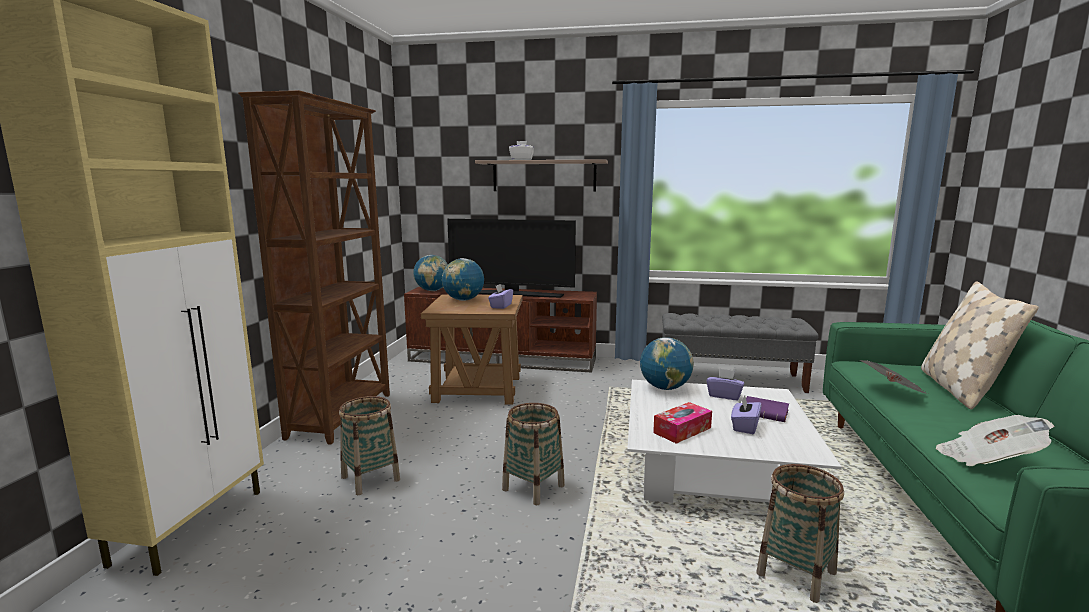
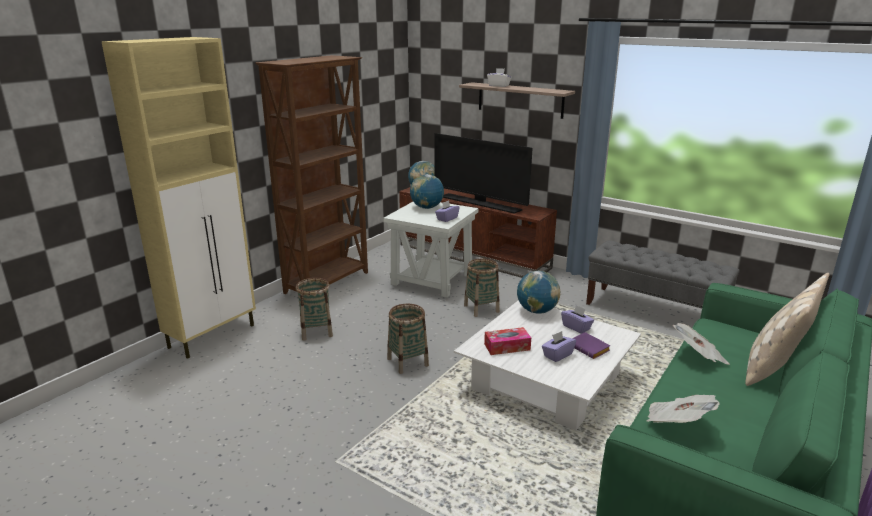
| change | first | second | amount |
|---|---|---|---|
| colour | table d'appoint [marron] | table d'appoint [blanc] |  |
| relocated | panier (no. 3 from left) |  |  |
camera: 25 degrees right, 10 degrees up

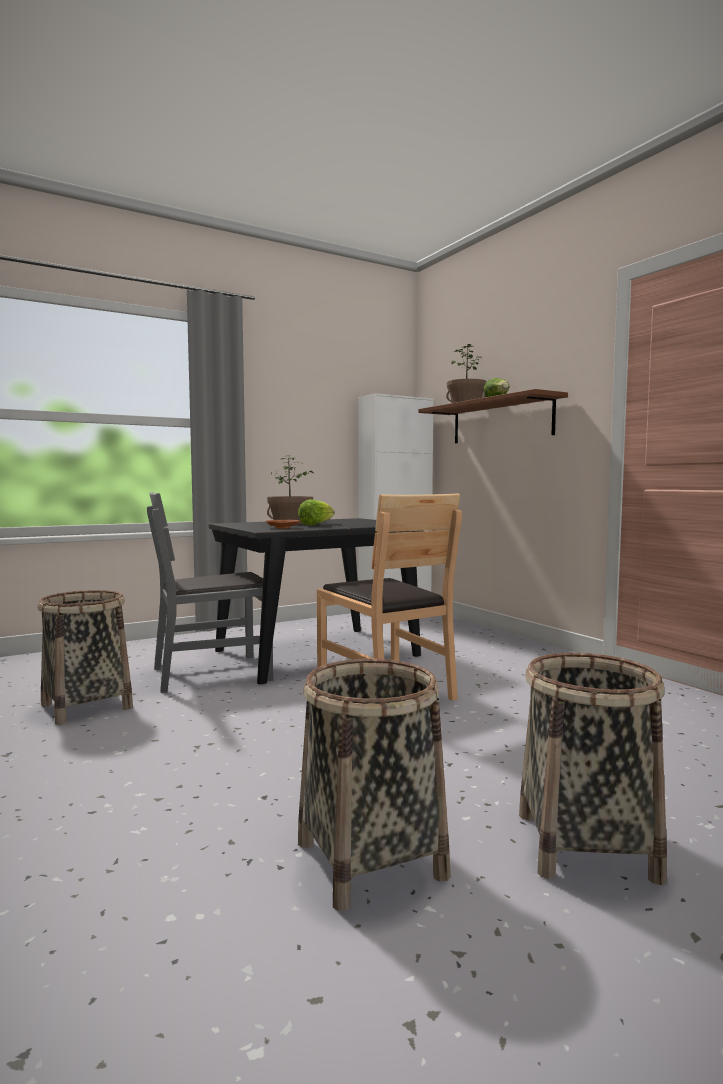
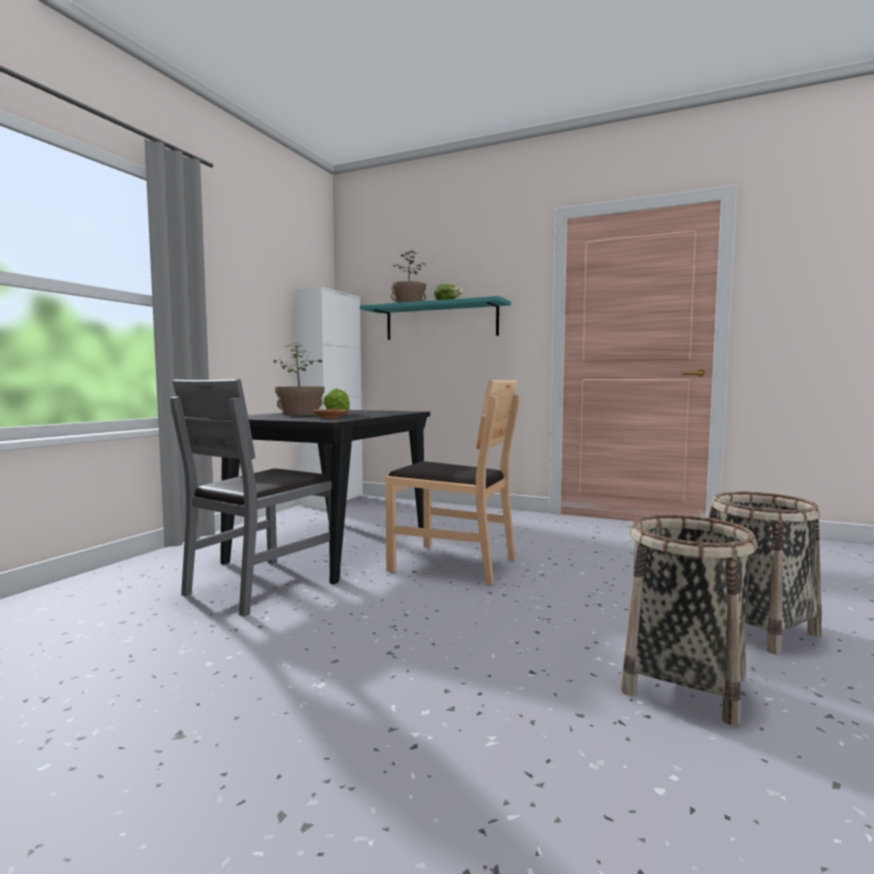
| change | first | second | amount |
|---|---|---|---|
| colour | étagère [marron] | étagère [turquoise] |  |
| missing | panier (no. 1 from left) |  |  |
camera: 35 degrees left, 0 degrees up

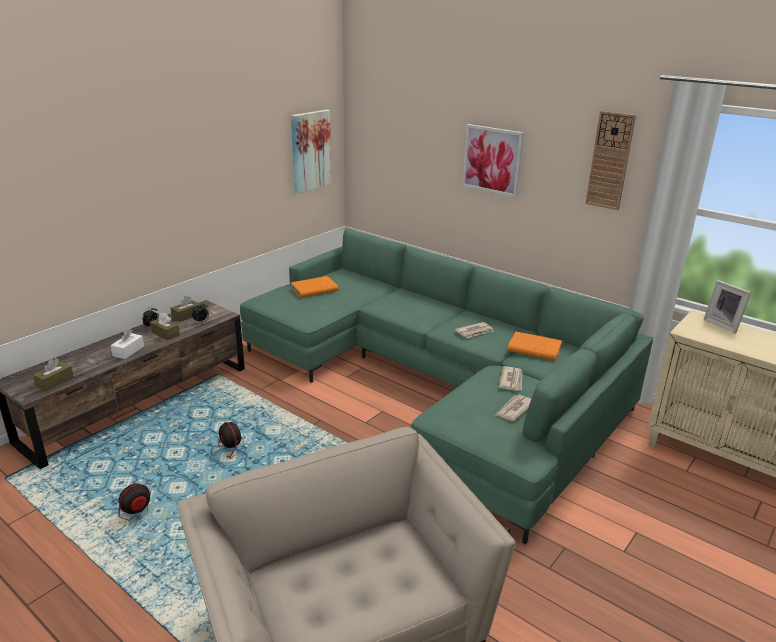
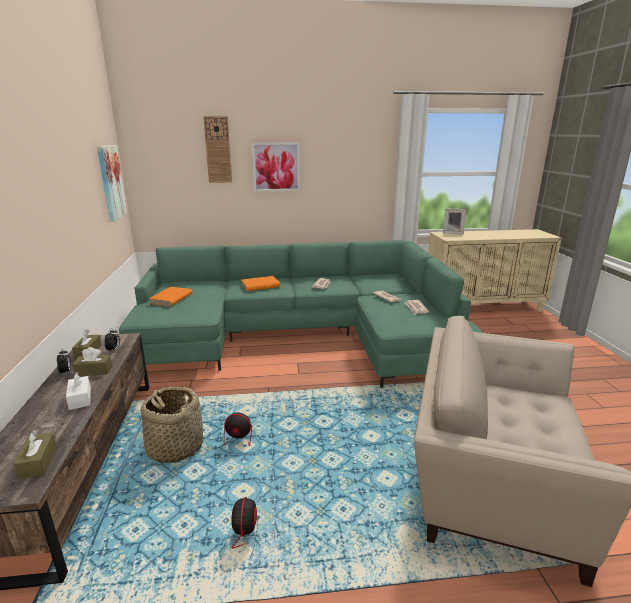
| change | first | second | amount |
|---|---|---|---|
| relocated | horloge murale |  |  |
| relocated | livre [orange] (no. 2 from left) |  |  |
| appeared |  | panier |  |
camera: 45 degrees left, 5 degrees down

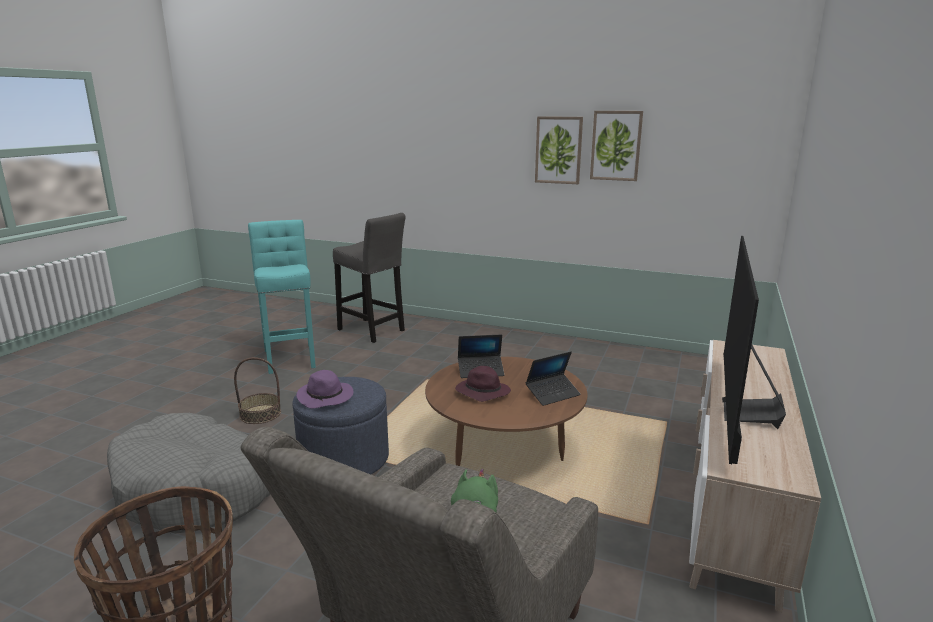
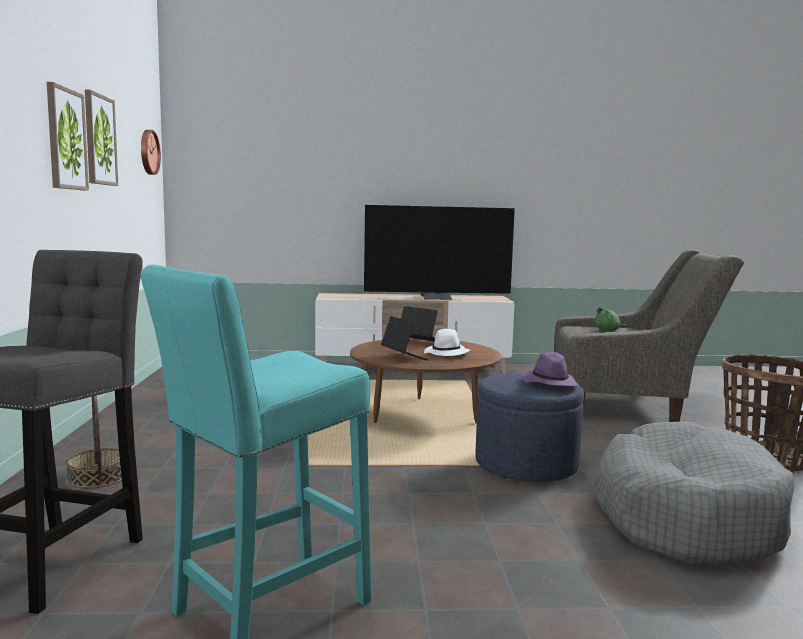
| change | first | second | amount |
|---|---|---|---|
| relocated | panier (no. 2 from left in the first image) | panier (no. 1 from left) |  |
| colour | chapeau [violet] (no. 2 from left) | chapeau [blanc] |  |
| appeared |  | horloge murale |  |
camera: 115 degrees left, 10 degrees down

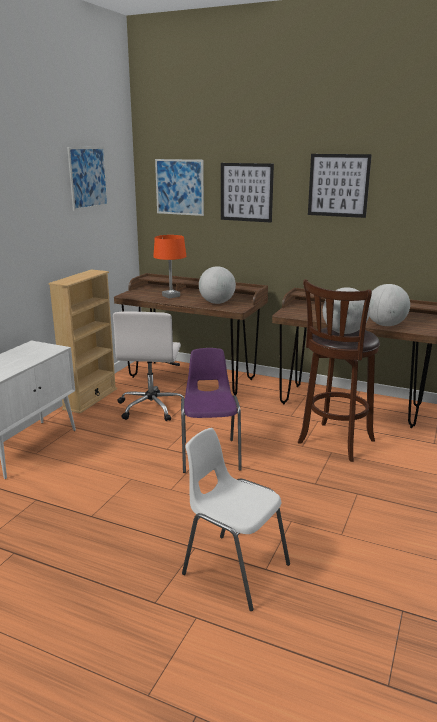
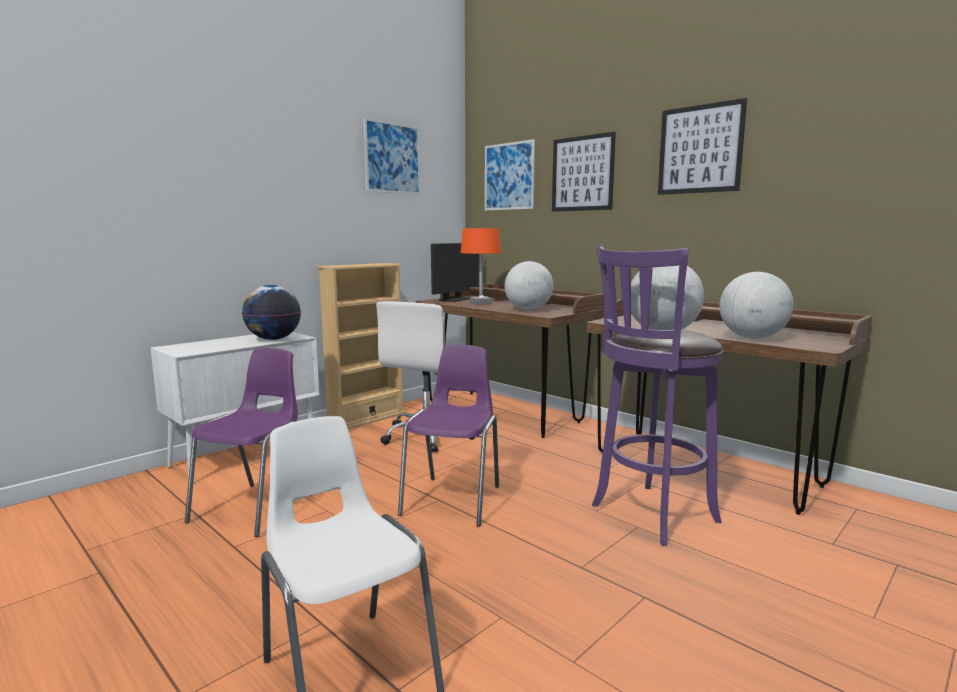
| change | first | second | amount |
|---|---|---|---|
| colour | tabouret [marron] | tabouret [violet] |  |
| appeared |  | écran d'ordinateur |  |
| appeared |  | globe (no. 1 from left) |  |
| appeared |  | chaise [violet] (no. 1 from left) |  |
camera: 20 degrees right, 10 degrees down

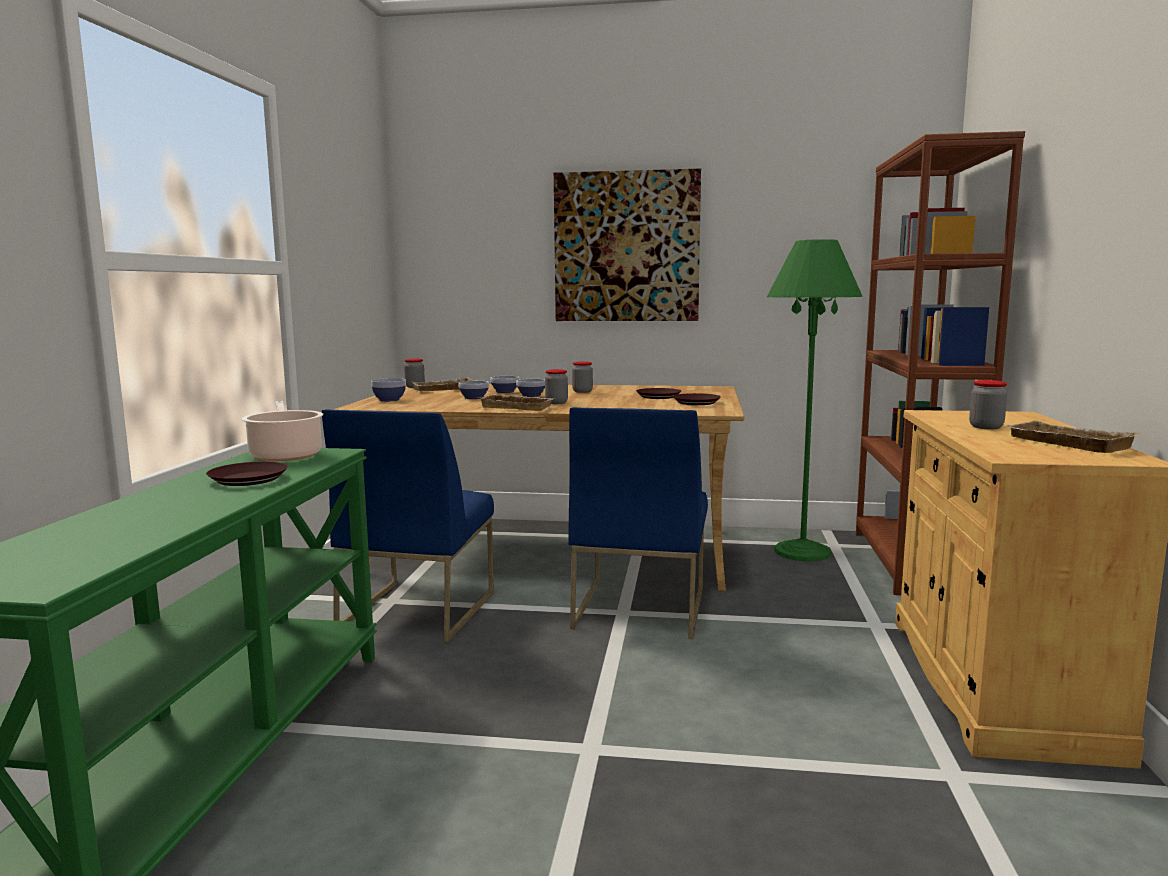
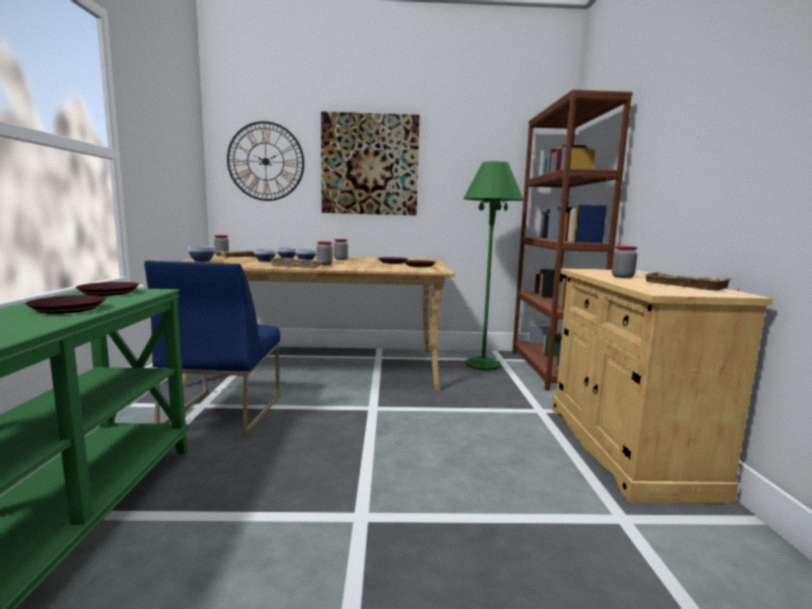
| change | first | second | amount |
|---|---|---|---|
| exchanged | marmite | assiette [marron] (no. 2 from left) |  |
| missing | chaise [bleu] (no. 2 from left) |  |  |
| appeared |  | horloge murale |  |
camera: 10 degrees left, 0 degrees up

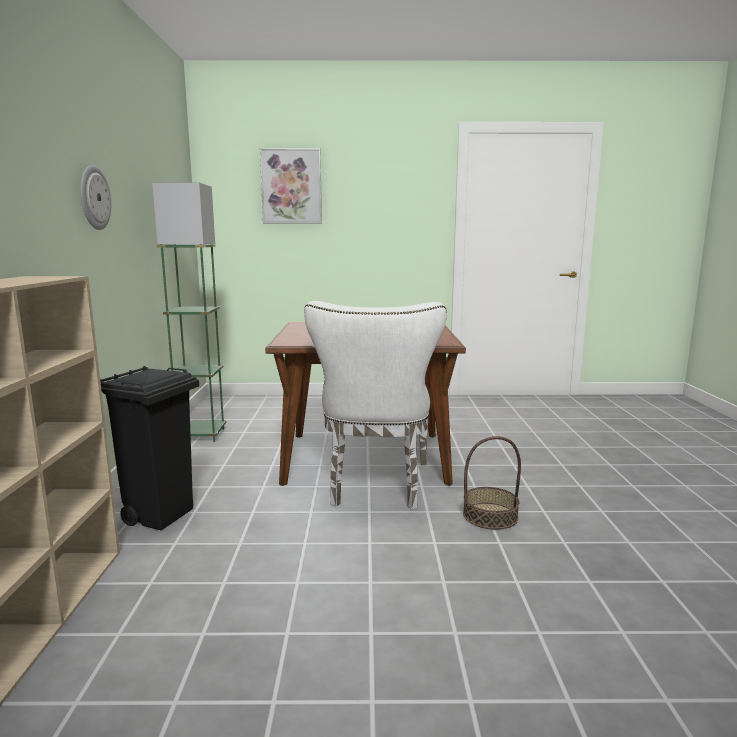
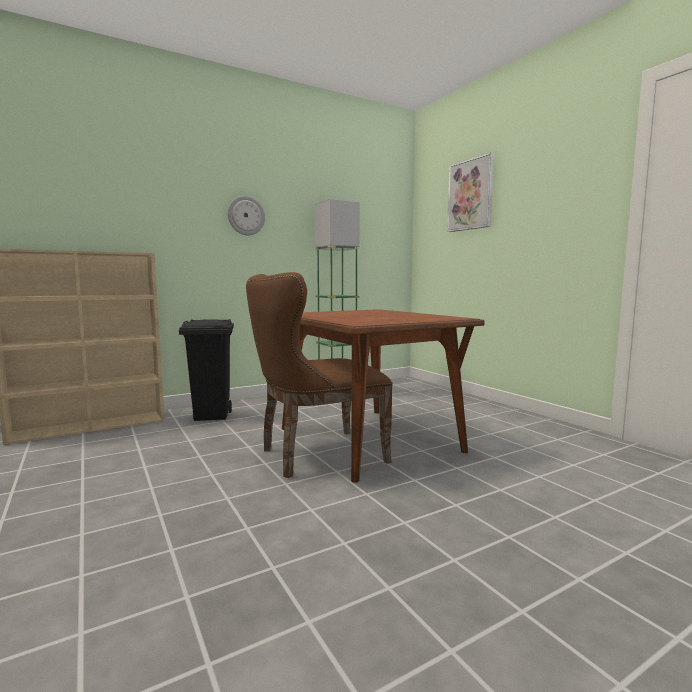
| change | first | second | amount |
|---|---|---|---|
| colour | chaise [blanc] | chaise [marron] |  |
| missing | panier |  |  |
camera: 60 degrees right, 5 degrees down

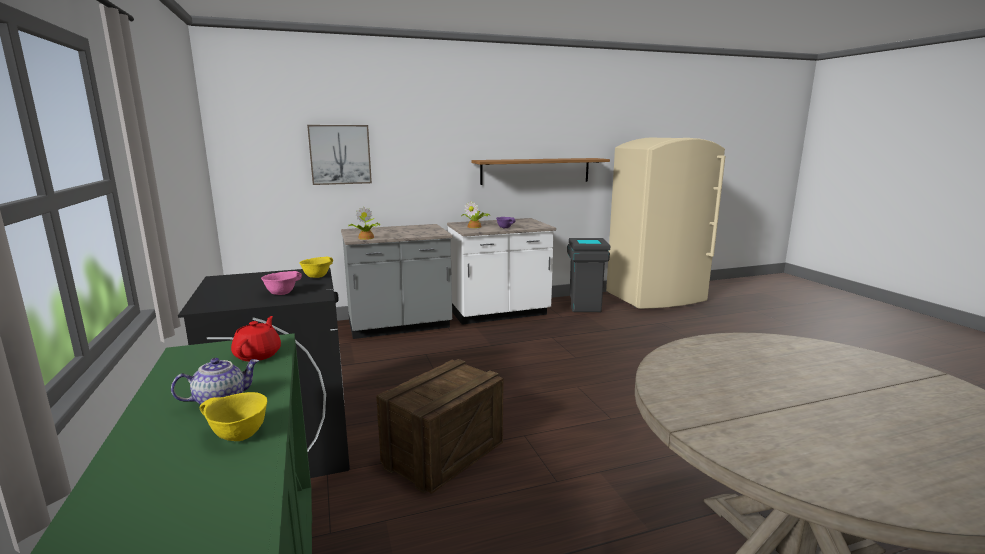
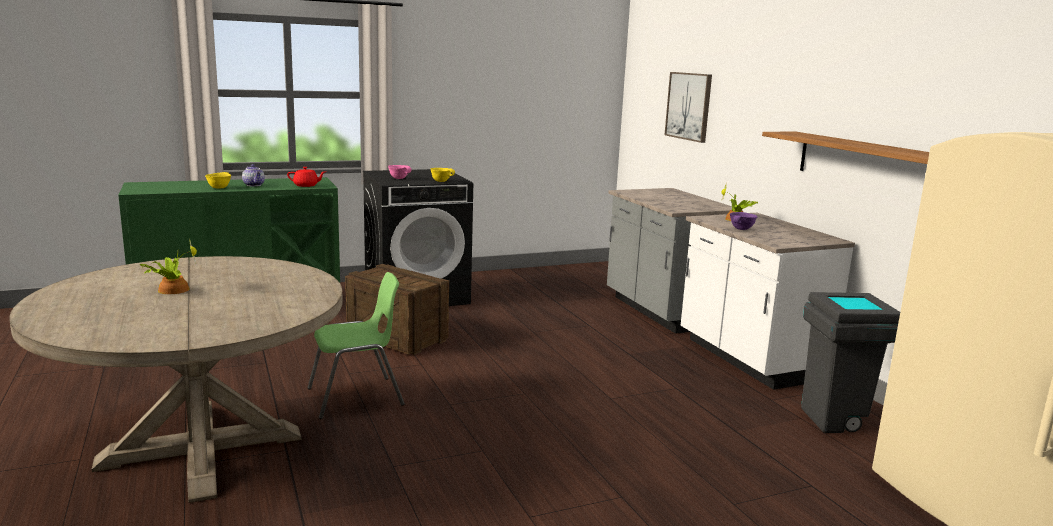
| change | first | second | amount |
|---|---|---|---|
| relocated | plante en pot (no. 1 from left) |  |  |
| appeared |  | chaise [vert] |  |
camera: 85 degrees right, 0 degrees up

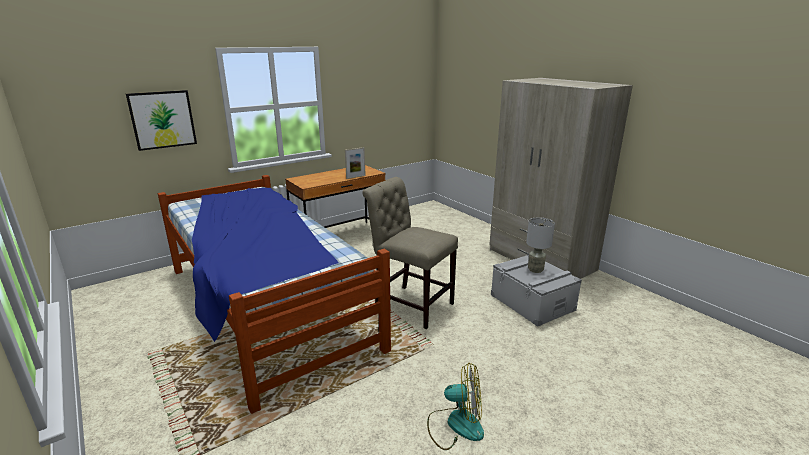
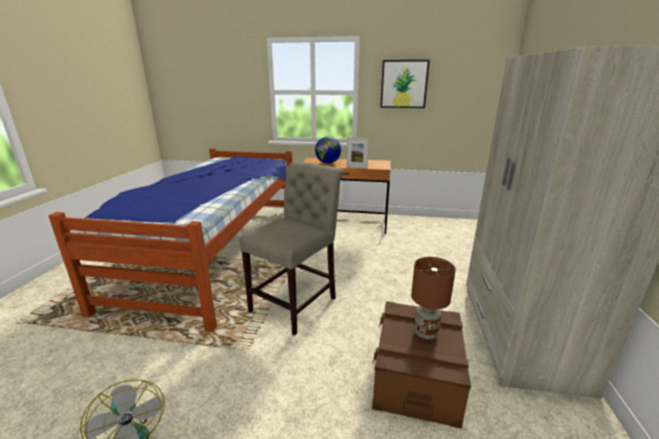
| change | first | second | amount |
|---|---|---|---|
| relocated | tableau |  |  |
| spun | chaise [beige] |  | 45 degrees clockwise |
| colour | lampe de table [gris] | lampe de table [marron] |  |
| colour | boîte de rangement [gris] | boîte de rangement [marron] |  |
| appeared |  | globe |  |
camera: 45 degrees right, 0 degrees up

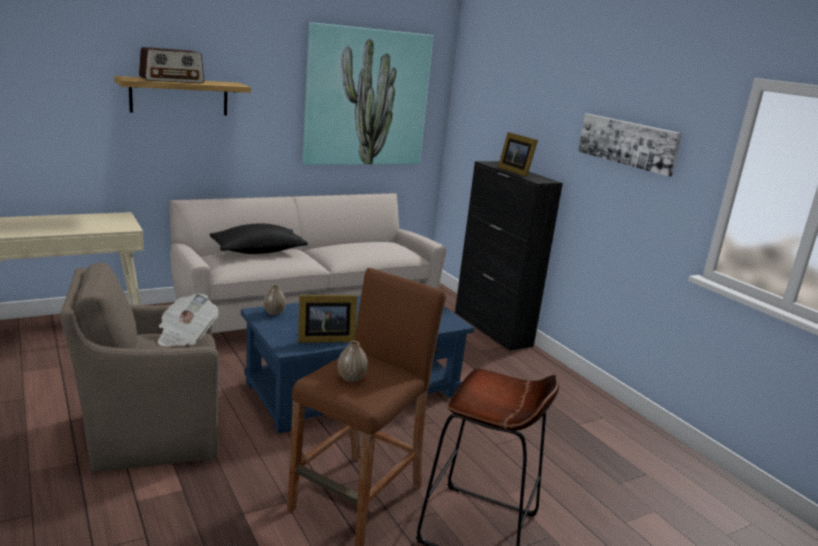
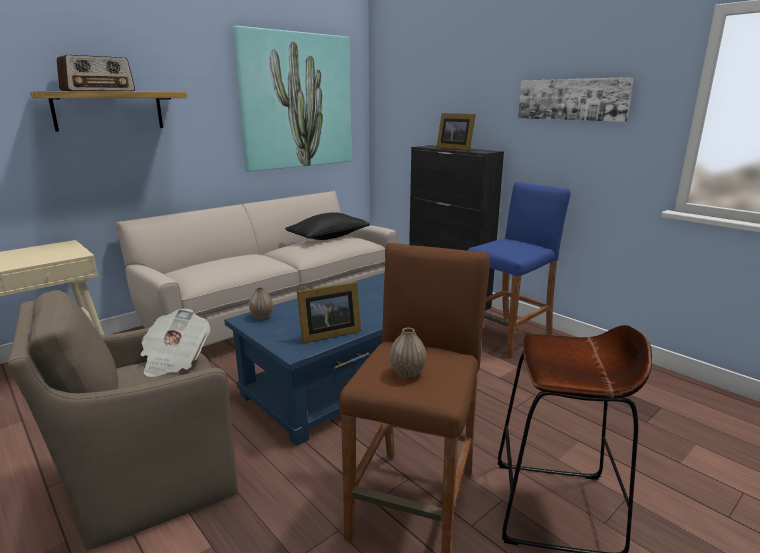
| change | first | second | amount |
|---|---|---|---|
| relocated | coussin [noir] |  |  |
| appeared |  | tabouret [bleu] |  |
camera: 10 degrees left, 0 degrees up

